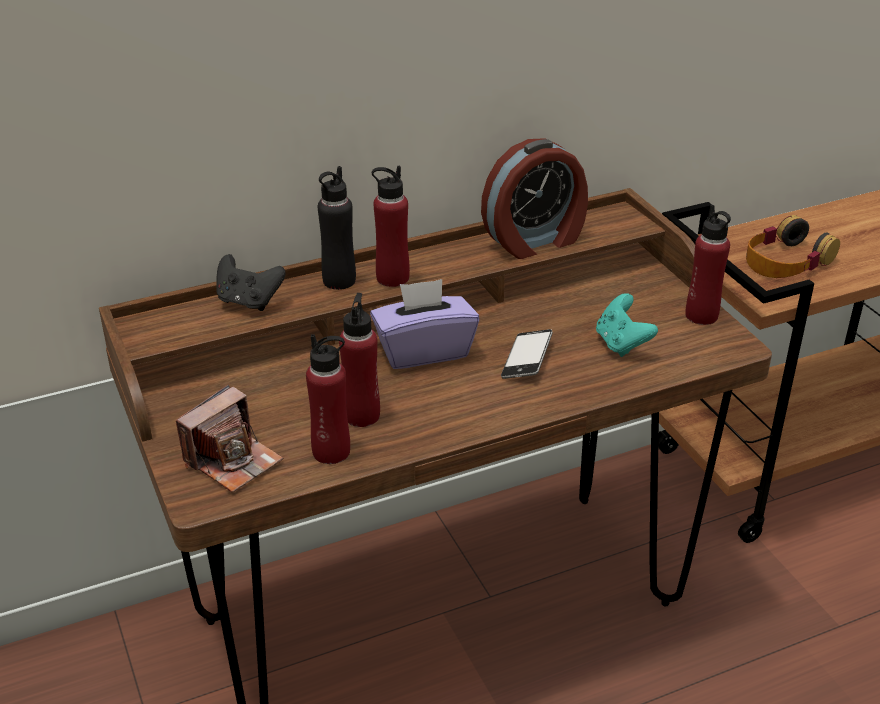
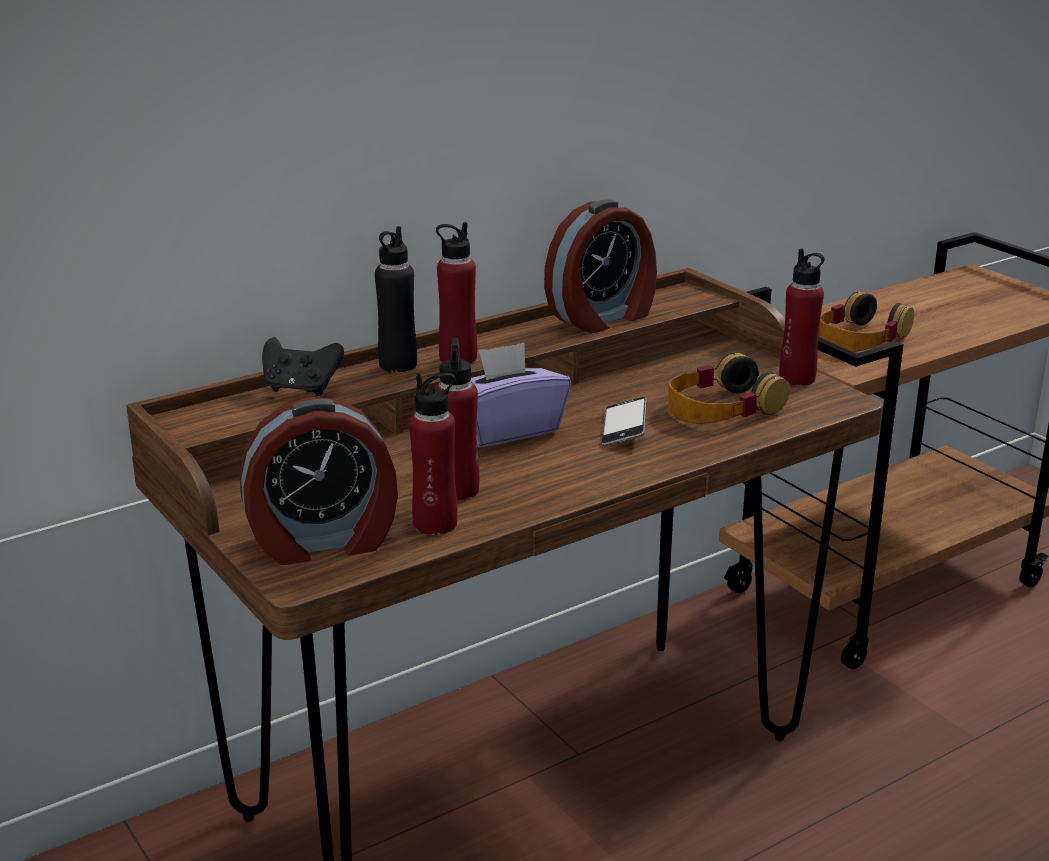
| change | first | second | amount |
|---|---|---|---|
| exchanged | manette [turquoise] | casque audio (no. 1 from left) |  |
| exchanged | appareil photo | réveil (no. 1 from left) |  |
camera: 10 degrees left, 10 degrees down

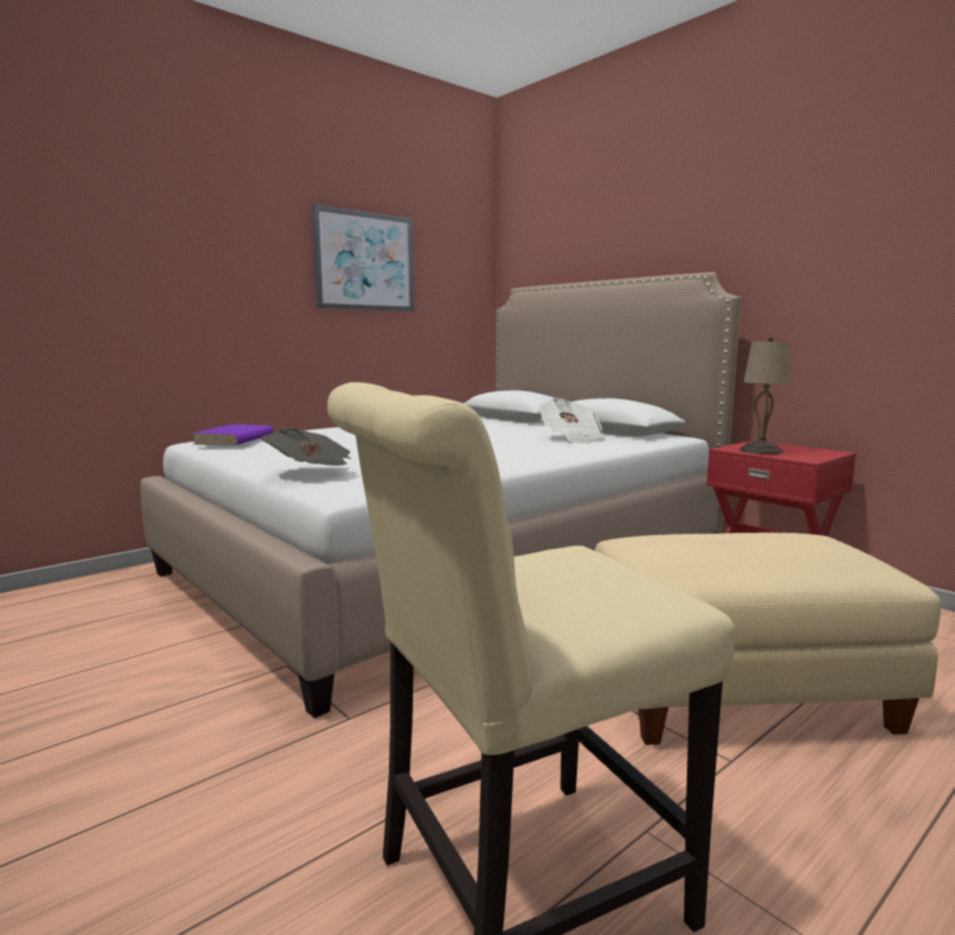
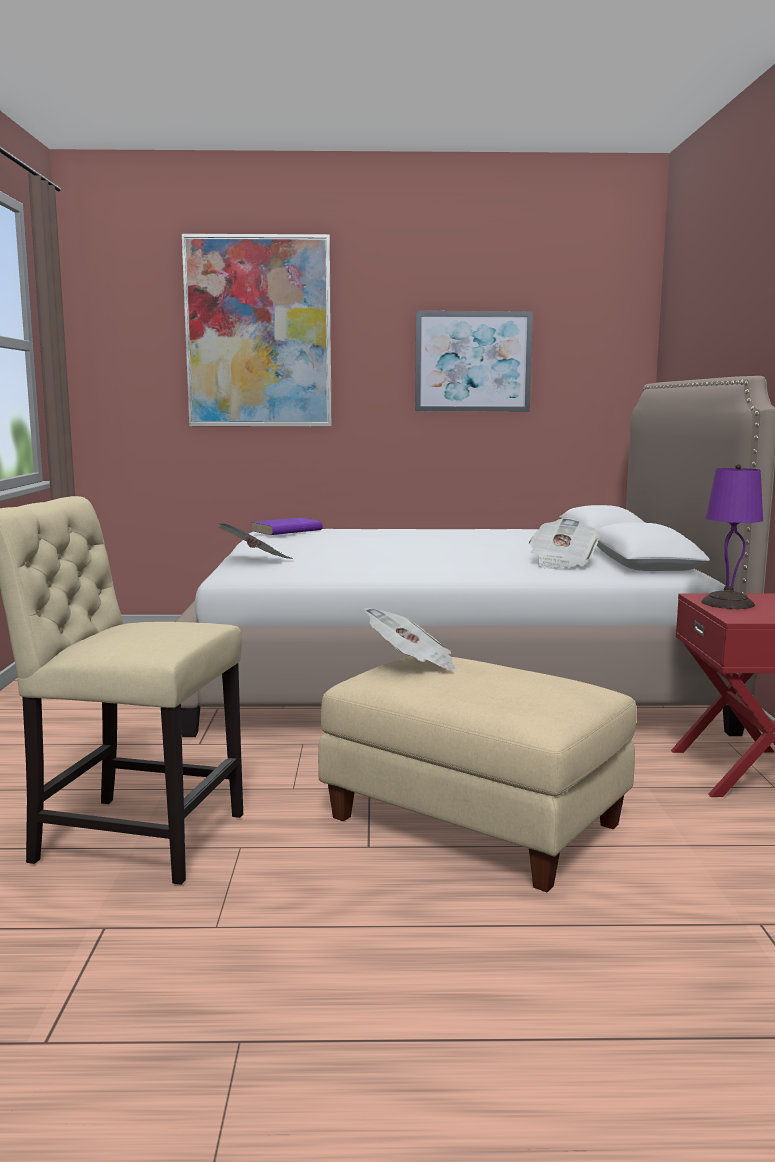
| change | first | second | amount |
|---|---|---|---|
| colour | lampe de table [beige] | lampe de table [violet] |  |
| appeared |  | tableau (no. 1 from left) |  |
| appeared |  | journal (no. 2 from left) |  |
camera: 40 degrees right, 0 degrees up

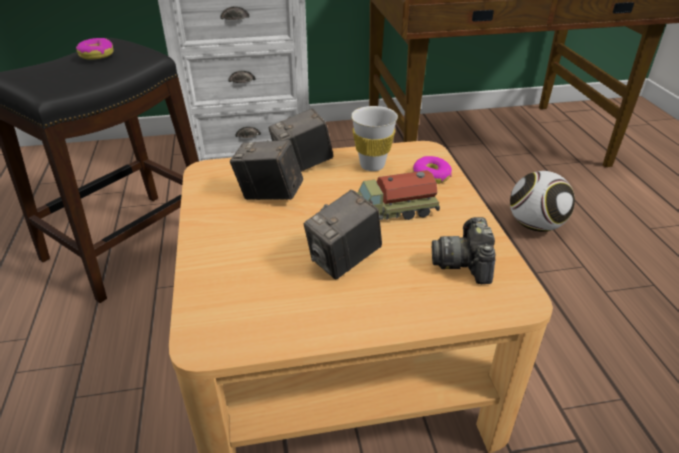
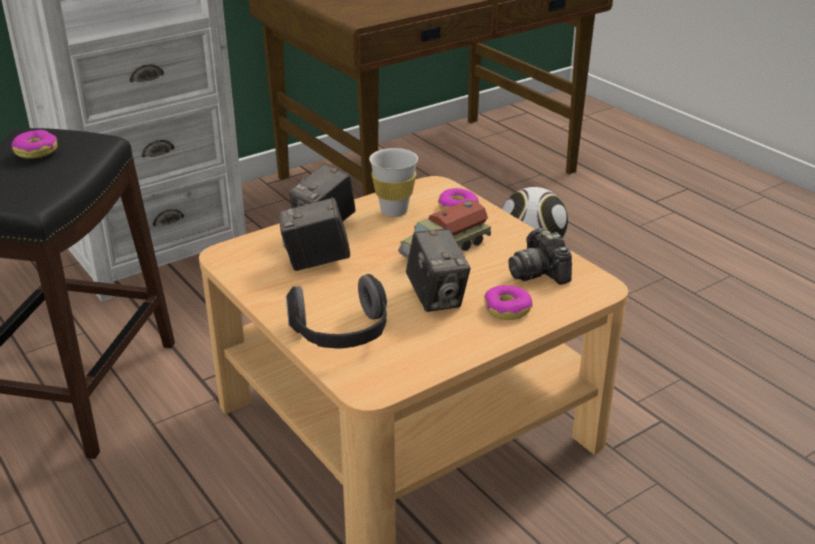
| change | first | second | amount |
|---|---|---|---|
| spun | appareil photo (no. 3 from left) |  | 45 degrees counterclockwise |
| appeared |  | casque audio |  |
| appeared |  | beignet (no. 3 from left) |  |
camera: 25 degrees left, 5 degrees down

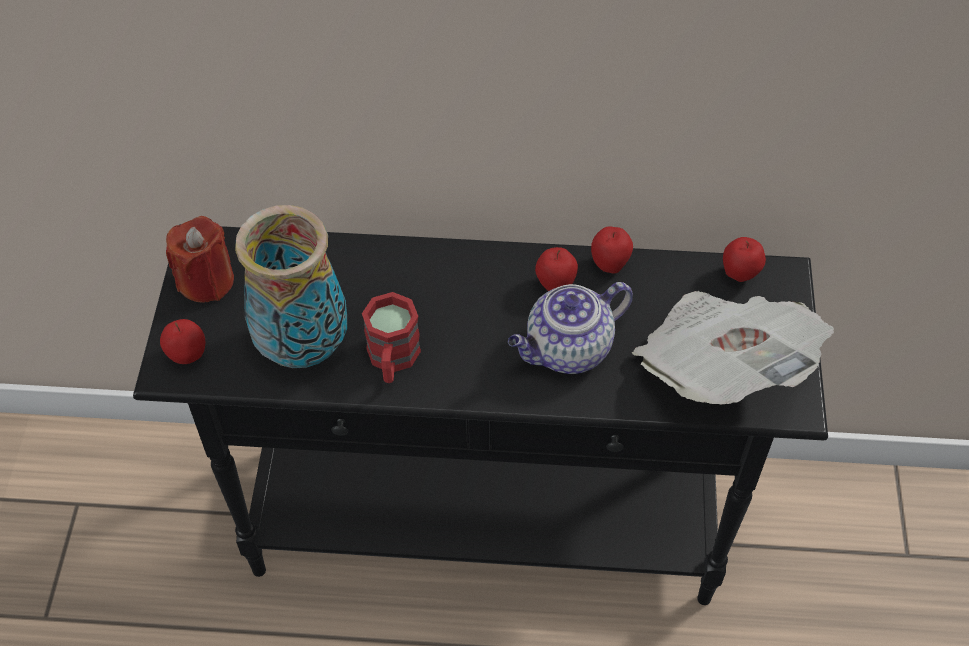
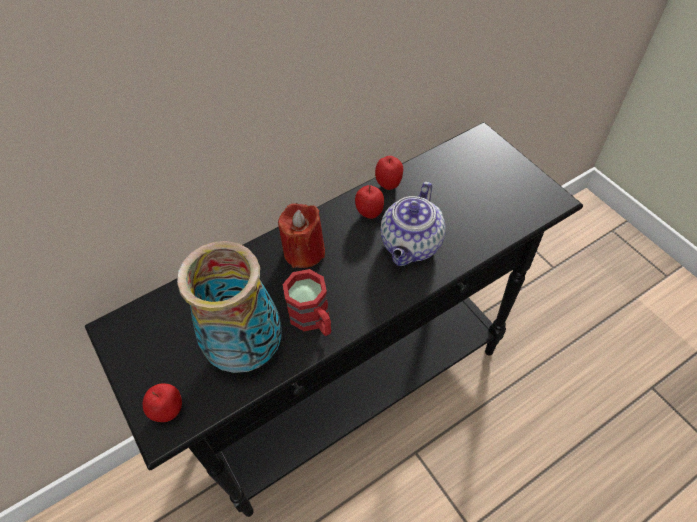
| change | first | second | amount |
|---|---|---|---|
| relocated | bougie [rouge] |  |  |
| missing | pomme (no. 4 from left) |  |  |
| missing | journal |  |  |
camera: 35 degrees left, 0 degrees up

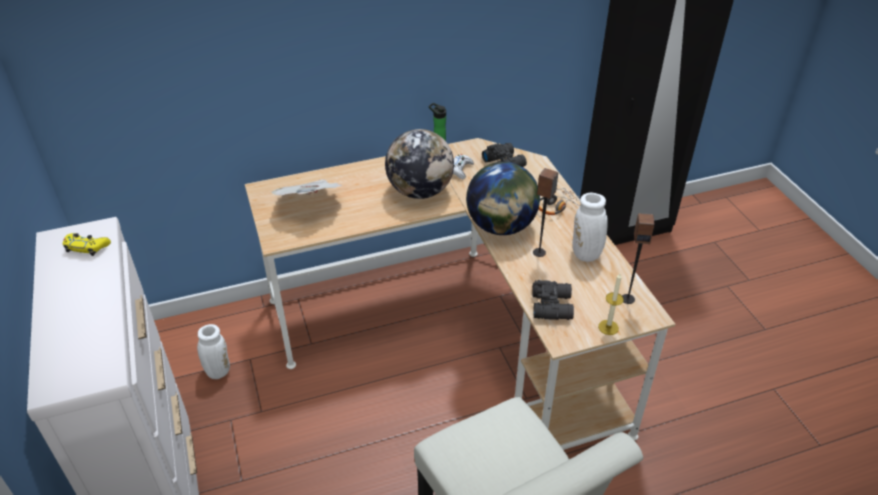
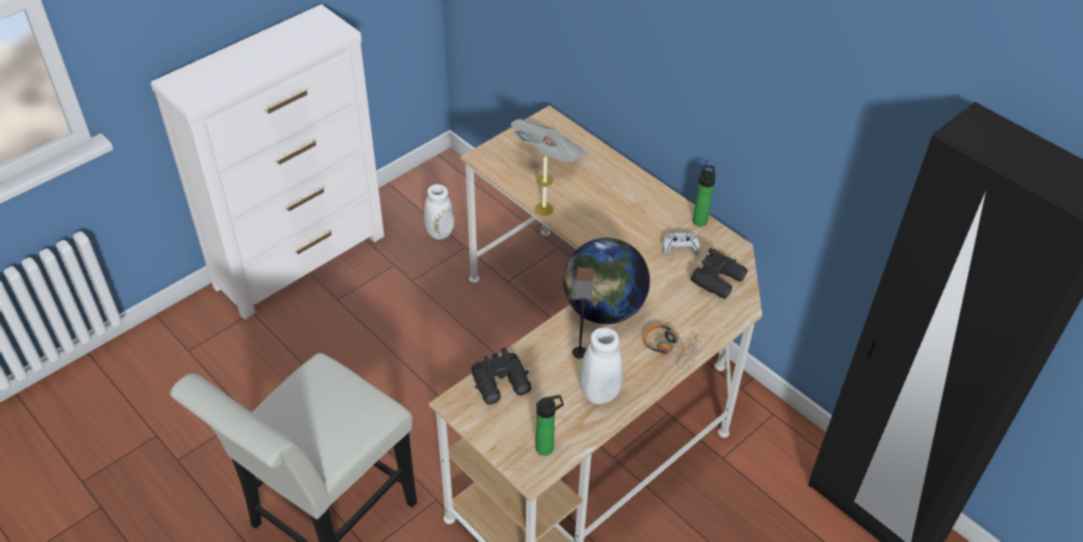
| change | first | second | amount |
|---|---|---|---|
| missing | globe (no. 1 from left) |  |  |
| exchanged | enceinte (no. 2 from left) | bouteille (no. 1 from left) |  |
| missing | manette [jaune] |  |  |
| relocated | bougie |  |  |
camera: 65 degrees right, 5 degrees up

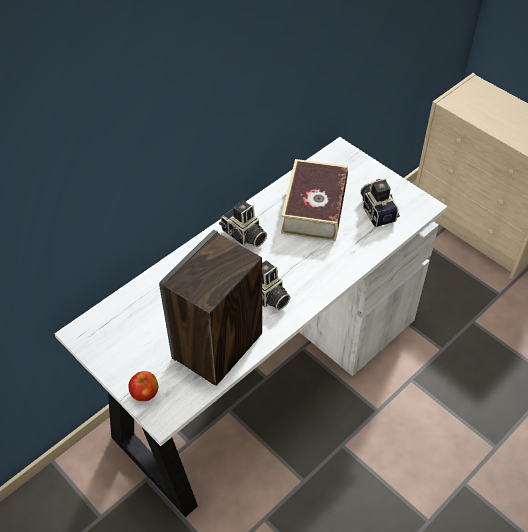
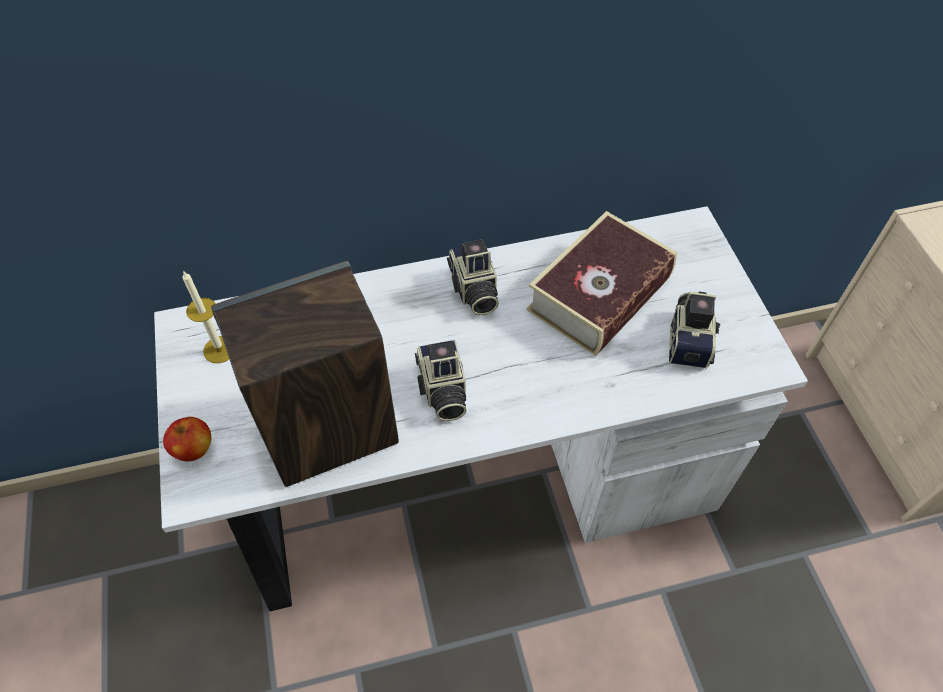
| change | first | second | amount |
|---|---|---|---|
| appeared |  | bougie |  |
camera: 30 degrees right, 5 degrees up

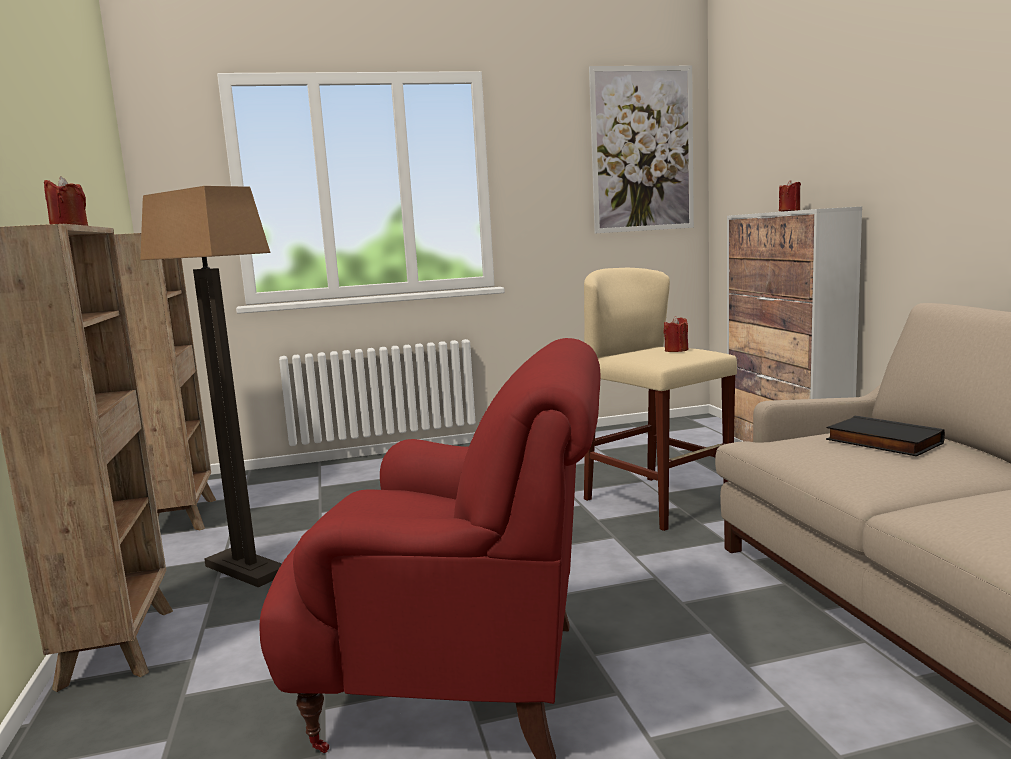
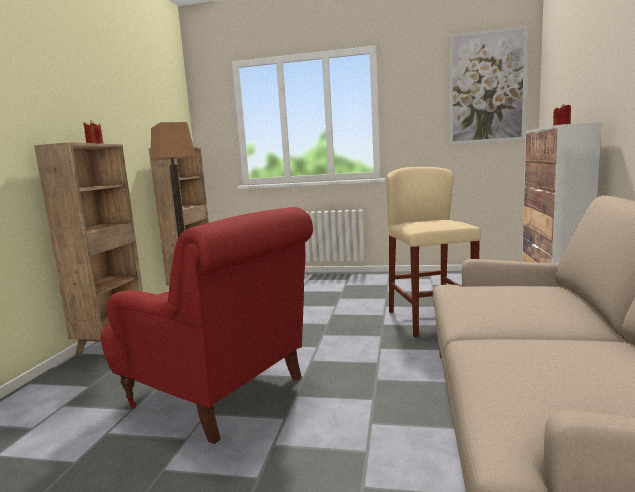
| change | first | second | amount |
|---|---|---|---|
| missing | bougie [rouge] (no. 2 from left) |  |  |
| missing | livre [noir] |  |  |
camera: 25 degrees right, 0 degrees up

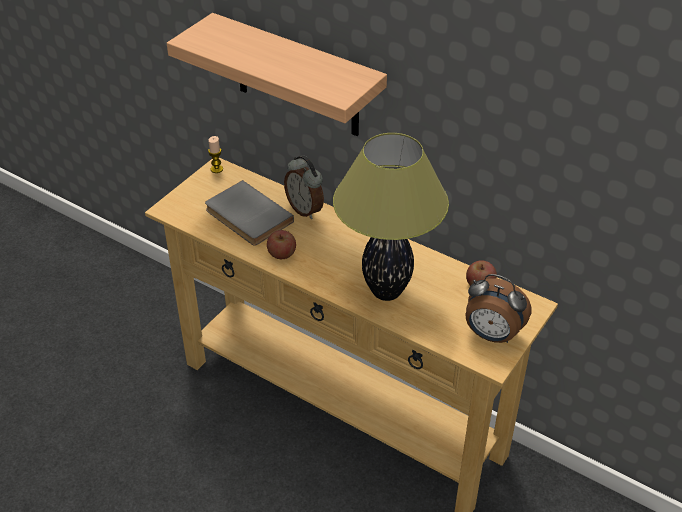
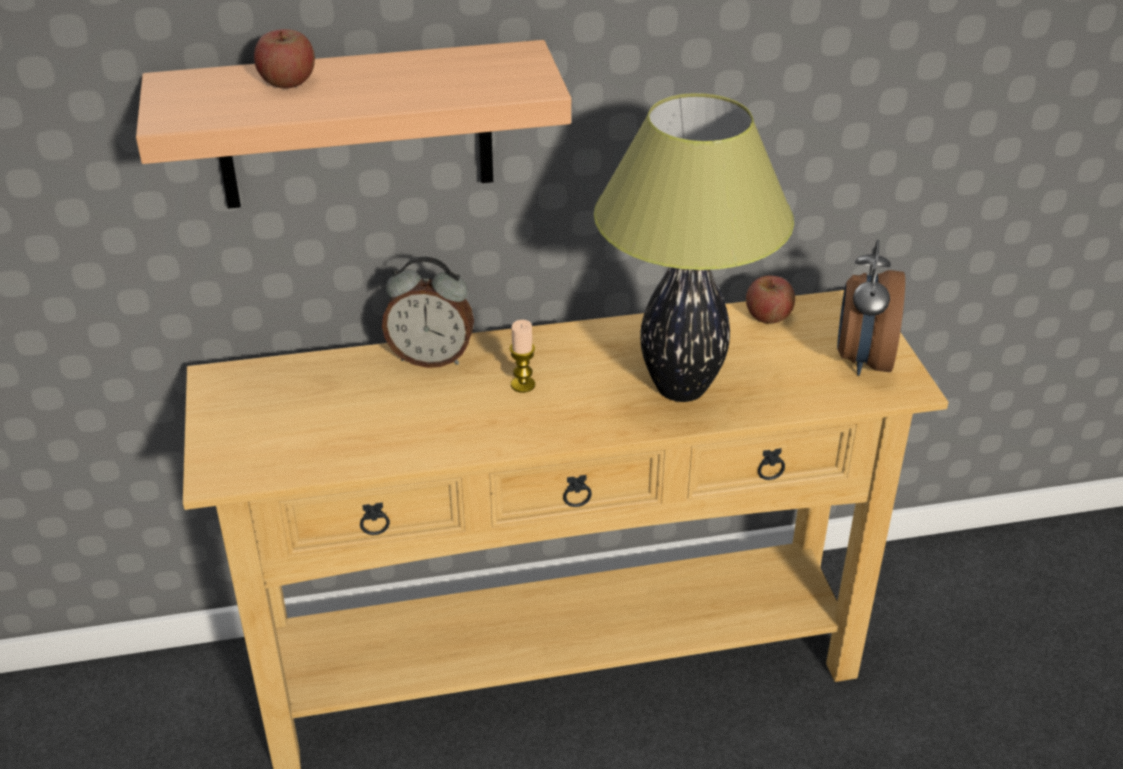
| change | first | second | amount |
|---|---|---|---|
| relocated | bougie |  |  |
| missing | livre [gris] |  |  |
| relocated | pomme (no. 1 from left) |  |  |
| spun | réveil (no. 2 from left) |  | 120 degrees clockwise |
camera: 45 degrees left, 5 degrees down

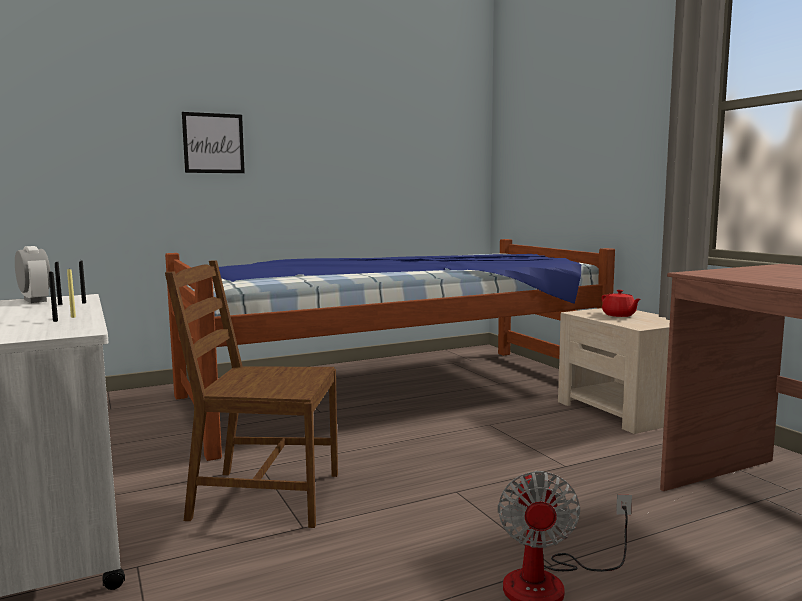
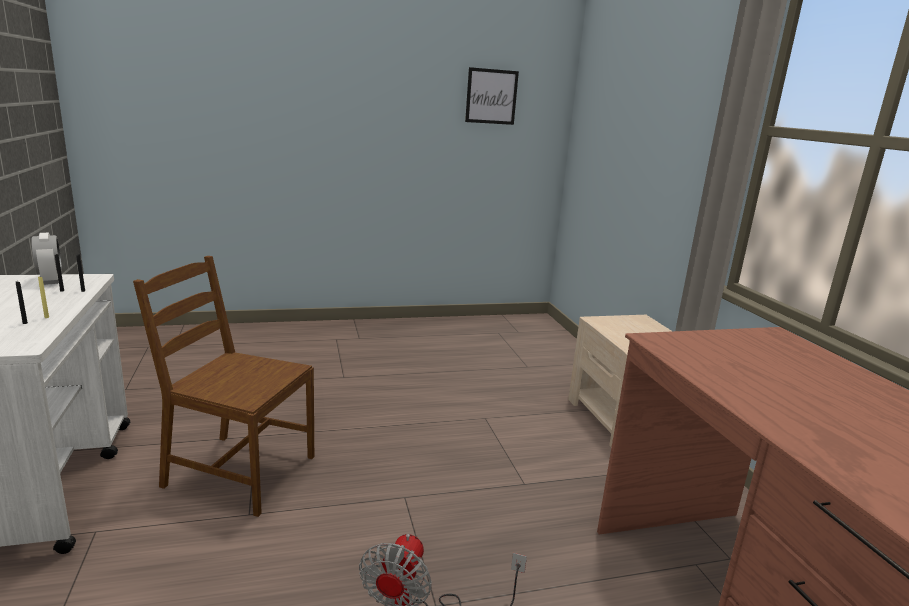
| change | first | second | amount |
|---|---|---|---|
| relocated | tableau |  |  |
| missing | lit |  |  |
| missing | théière [rouge] |  |  |
camera: 10 degrees right, 10 degrees up

